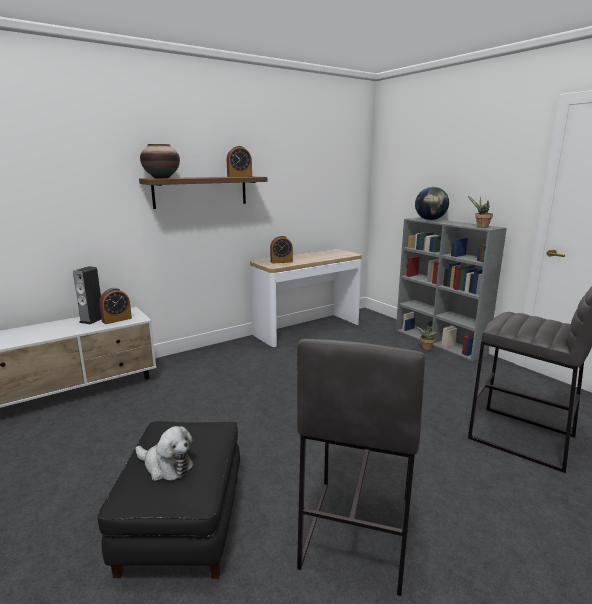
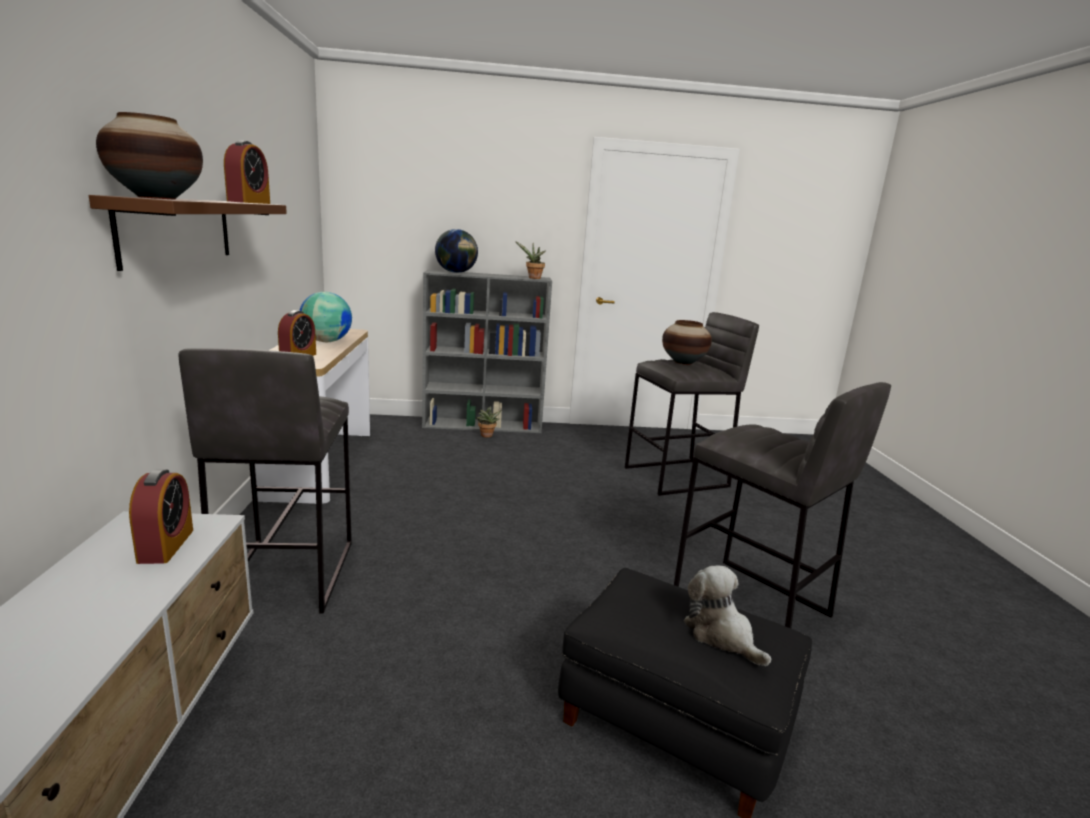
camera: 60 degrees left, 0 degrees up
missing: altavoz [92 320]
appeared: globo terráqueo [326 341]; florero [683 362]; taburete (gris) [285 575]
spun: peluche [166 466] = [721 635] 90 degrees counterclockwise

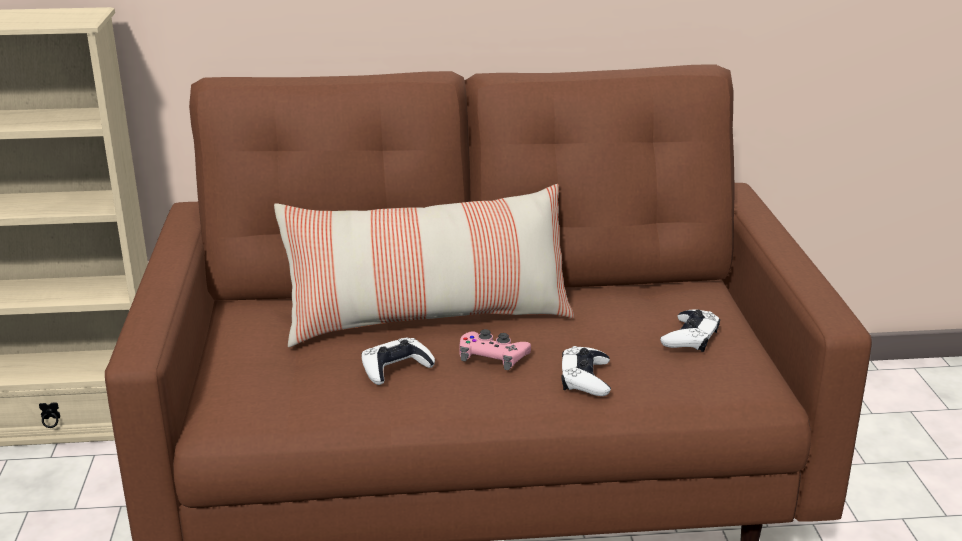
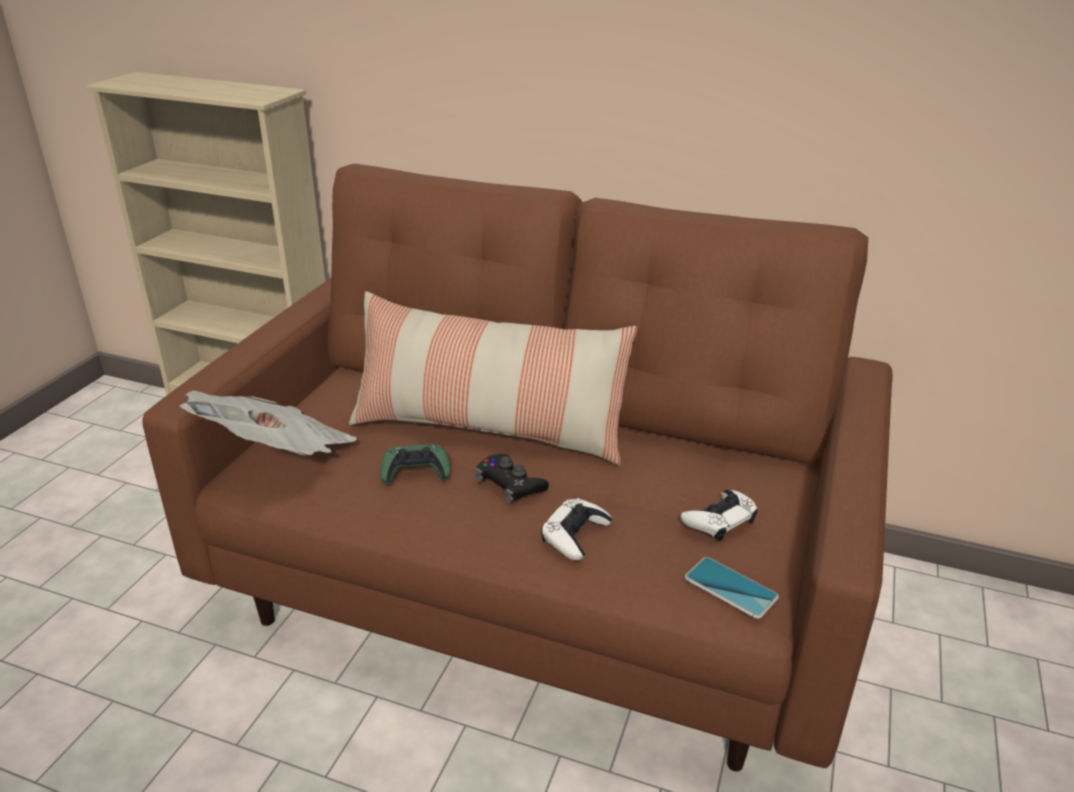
camera: 25 degrees right, 5 degrees up
appeared: periódico [278 455]; móvil [730 588]
colour: mando de consola (rosa) [493 356] to mando de consola (negro) [510 484]; mando de consola (blanco) [395 368] to mando de consola (verde) [415 471]

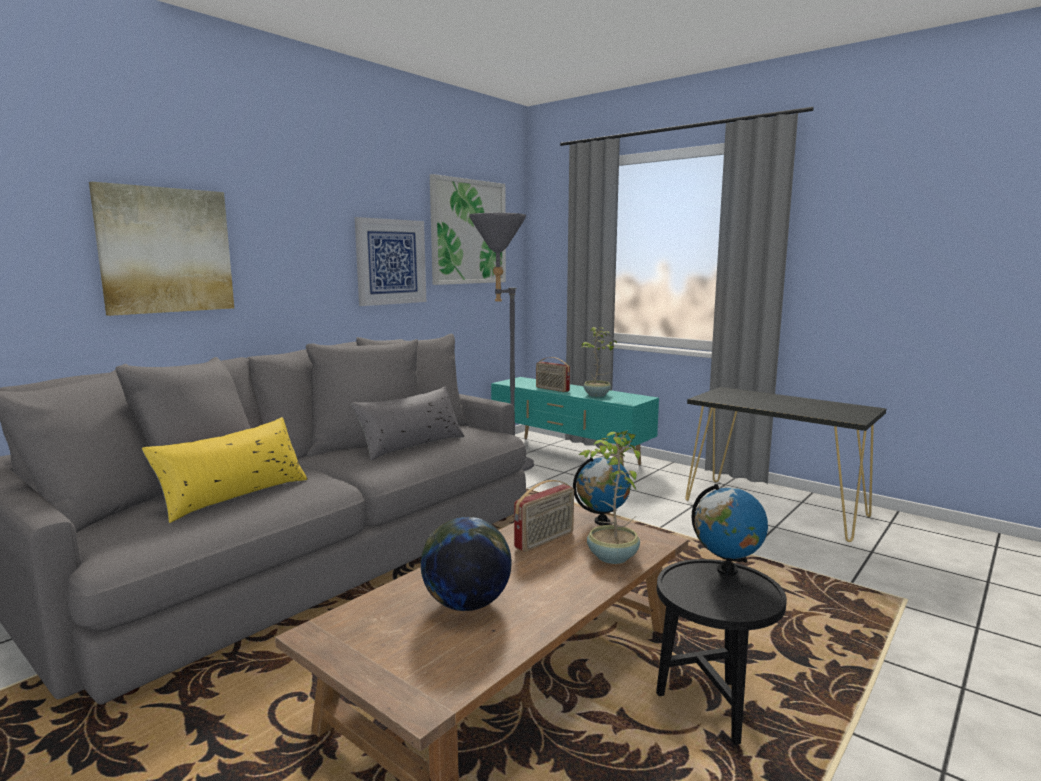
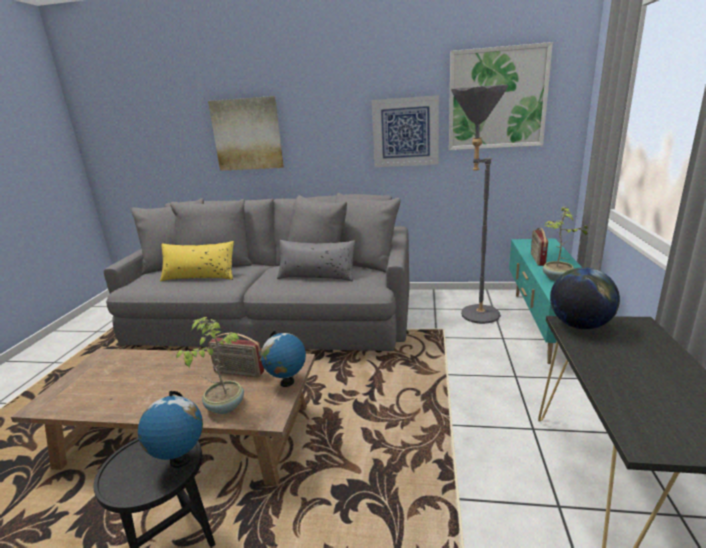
camera: 60 degrees right, 10 degrees up
relocated: globo terráqueo [467 604] to [579 325]

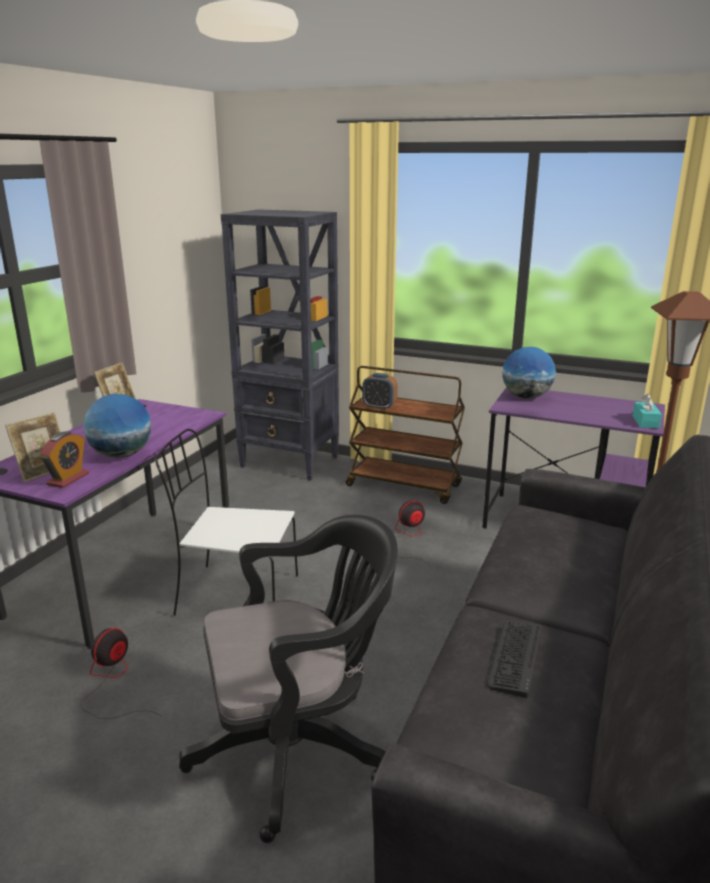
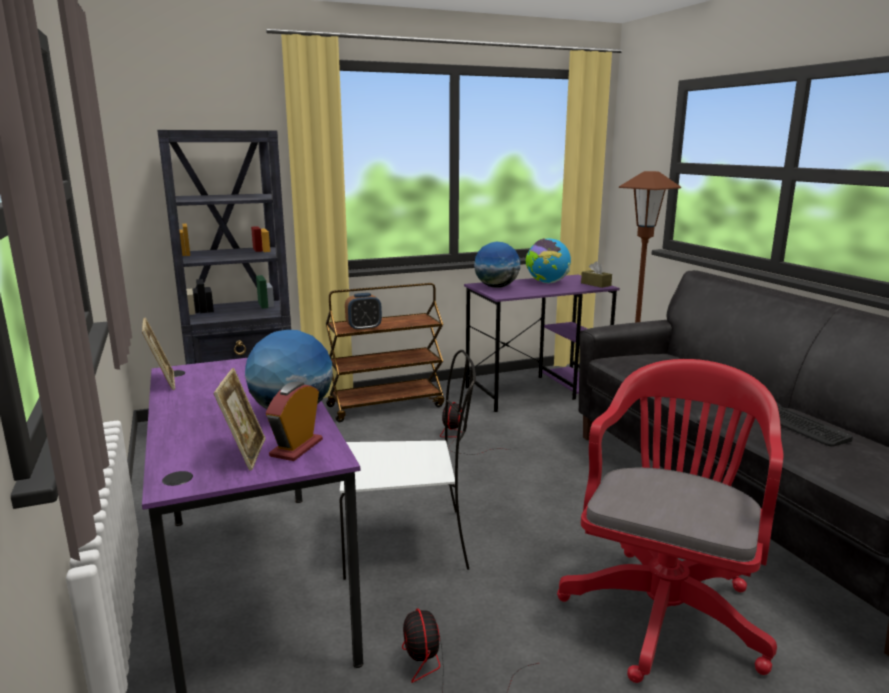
camera: 45 degrees left, 5 degrees down
appeared: globo terráqueo [547 283]
colour: caja de pañuelos (turquesa) [645 422] to caja de pañuelos (marrón) [596 284]; silla de oficina (negro) [298 749] to silla de oficina (rojo) [665 608]
spun: silla (blanco) [235 595] = [408 543] 150 degrees counterclockwise; despertador [68 479] = [296 448] 135 degrees counterclockwise

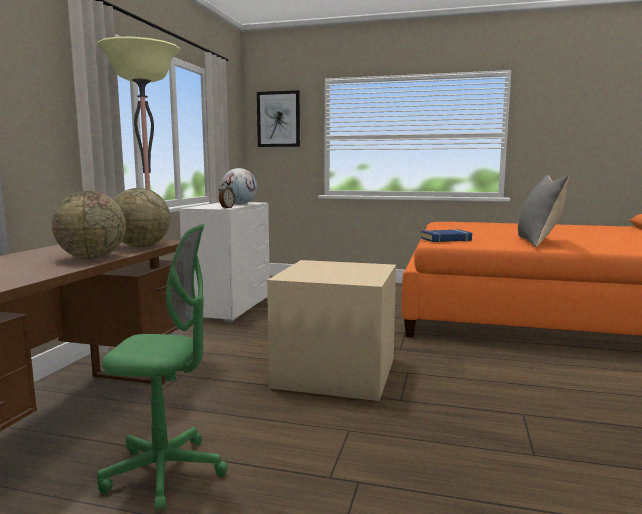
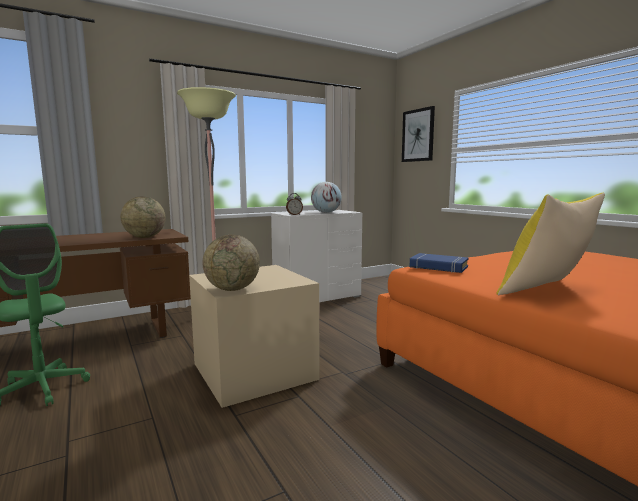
camera: 45 degrees right, 0 degrees up
relocated: globo terráqueo [92 258] to [232 289]
colour: cojín (gris) [538 242] to cojín (amarillo) [546 290]

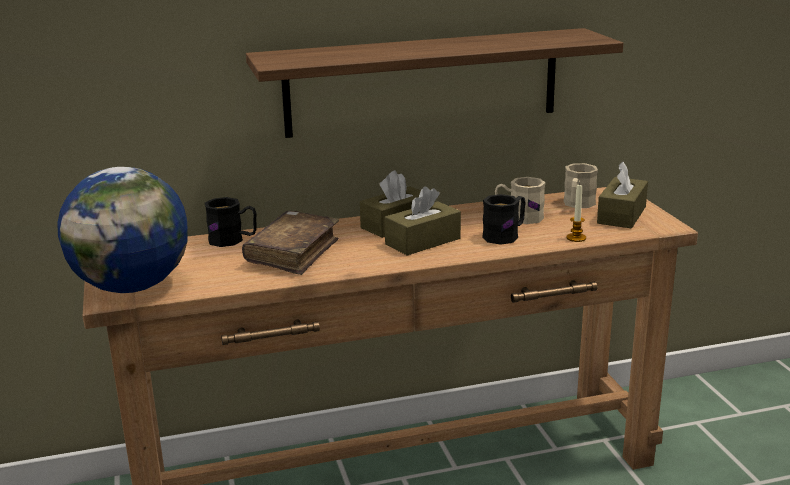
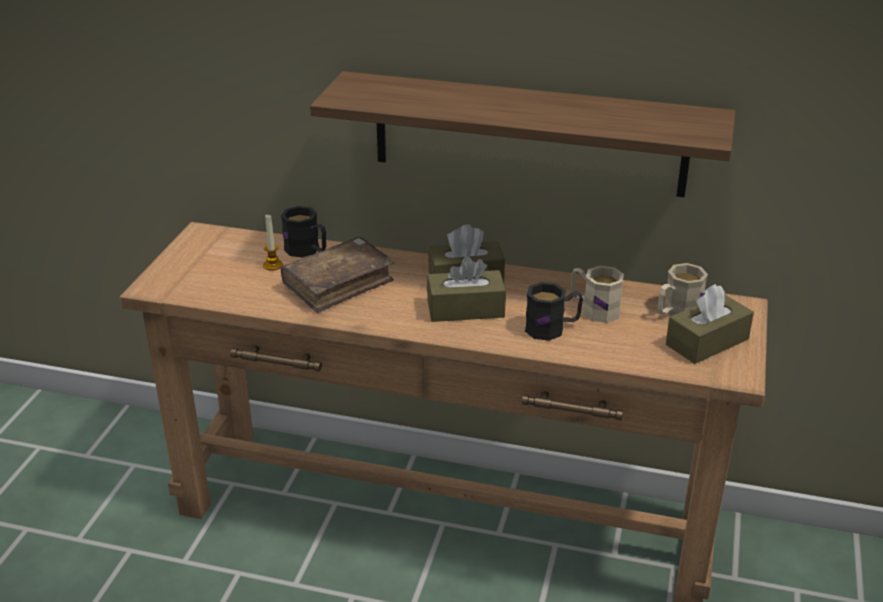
camera: 30 degrees right, 10 degrees up
missing: globo terráqueo [132 287]
relocated: vela [576 238] to [273 265]

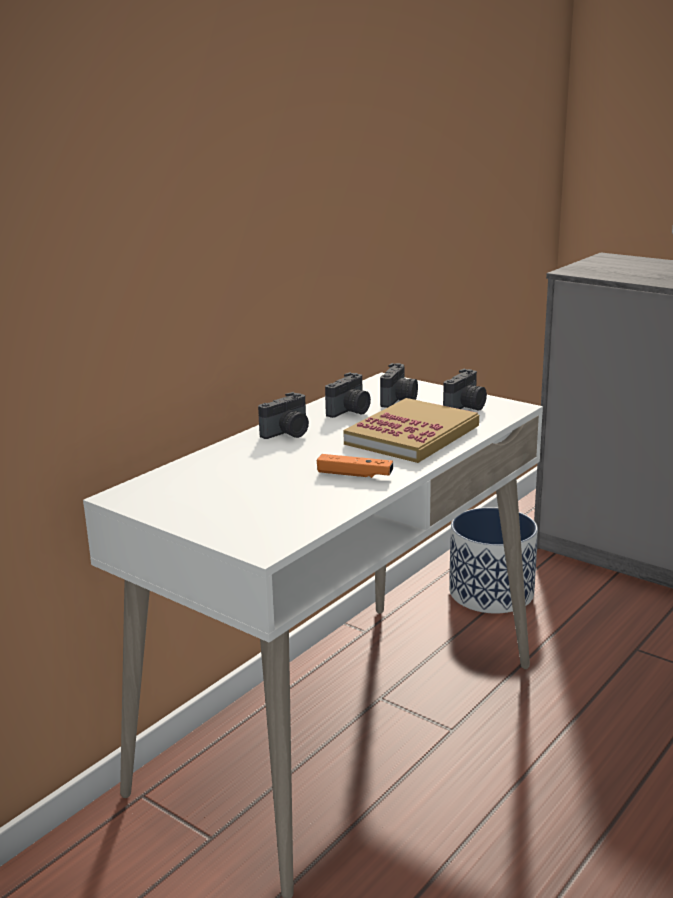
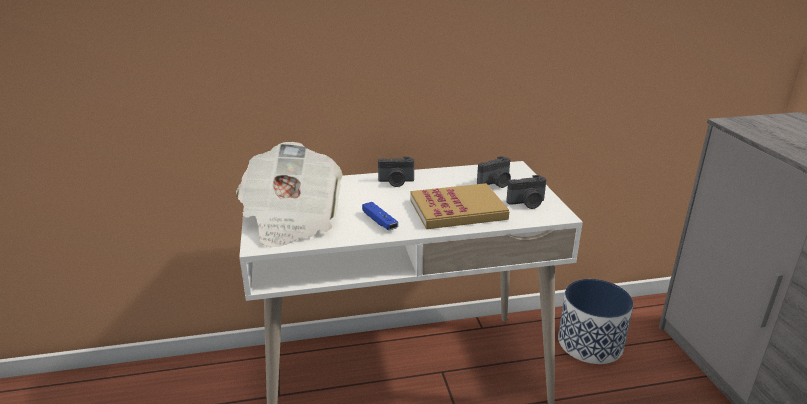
camera: 40 degrees right, 5 degrees up
missing: cámara [350 411]
appeared: periódico [291 219]
colour: mando de consola (naranja) [354 474] to mando de consola (azul) [379 222]

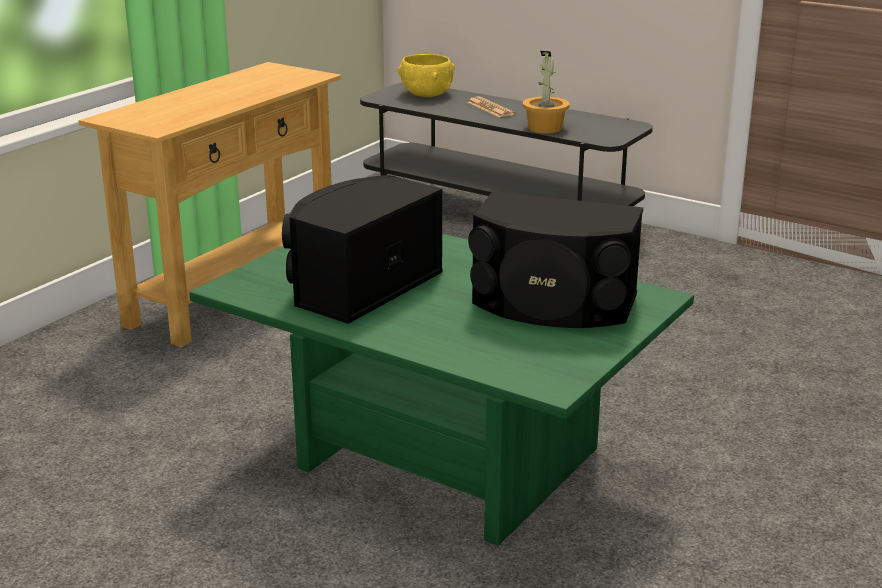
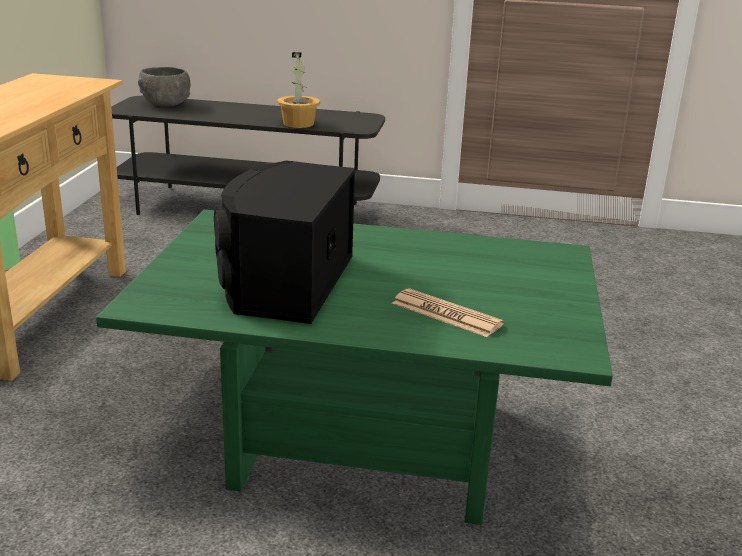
camera: 25 degrees left, 0 degrees up
missing: altavoz (negro) [552 304]
relocated: periódico [490 108] to [446 314]
colour: cuenco (amarillo) [426 94] to cuenco (gris) [165 104]

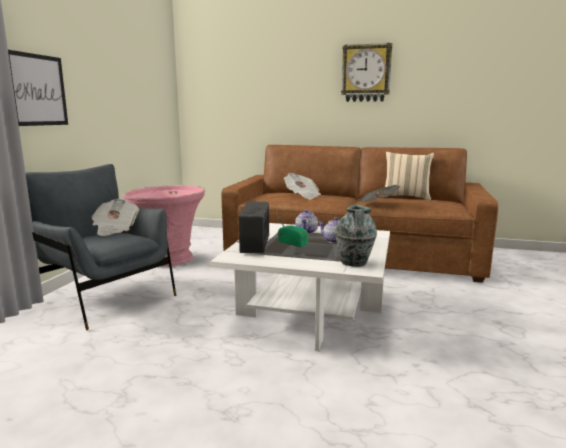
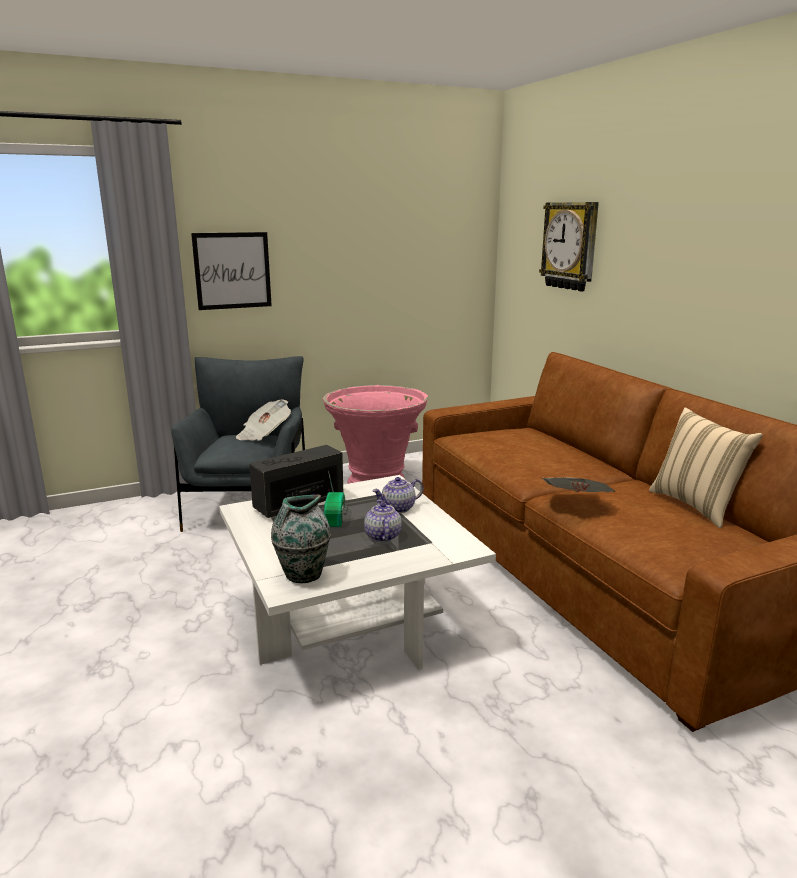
camera: 50 degrees right, 5 degrees up
missing: periódico [302 196]
relocated: reloj de pared [366 73] to [570 246]

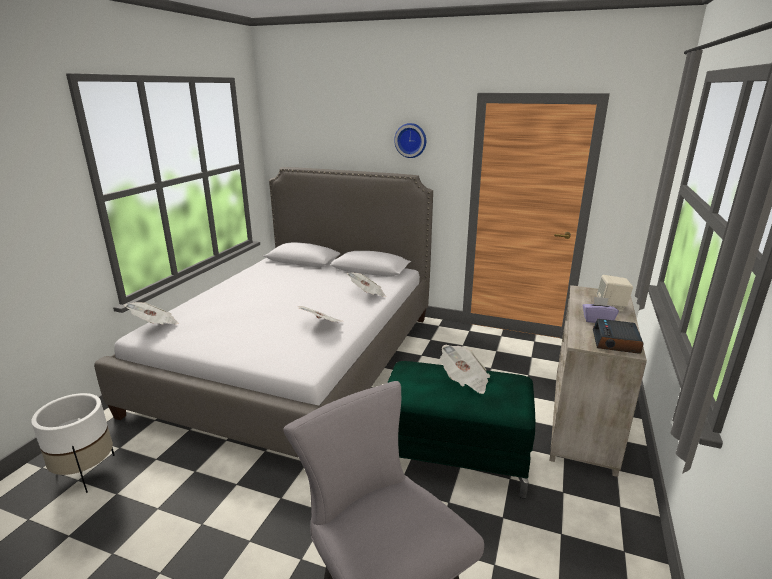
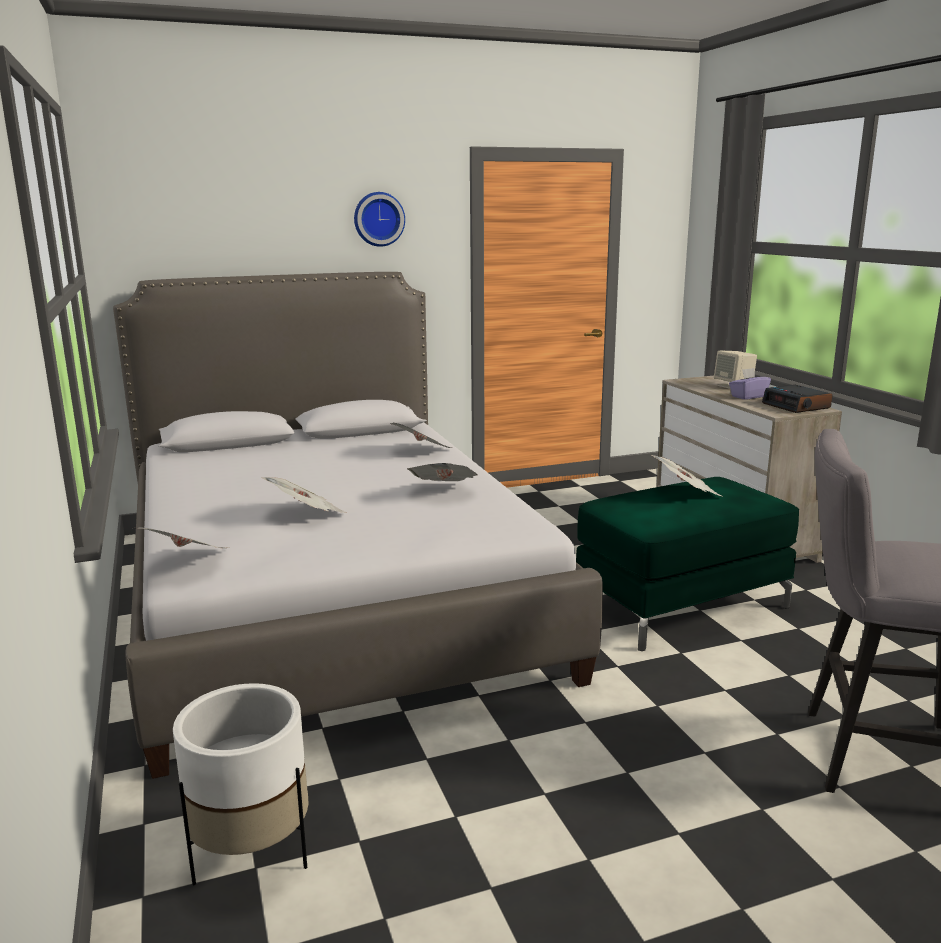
camera: 40 degrees left, 5 degrees down
appeared: periódico [306 515]

